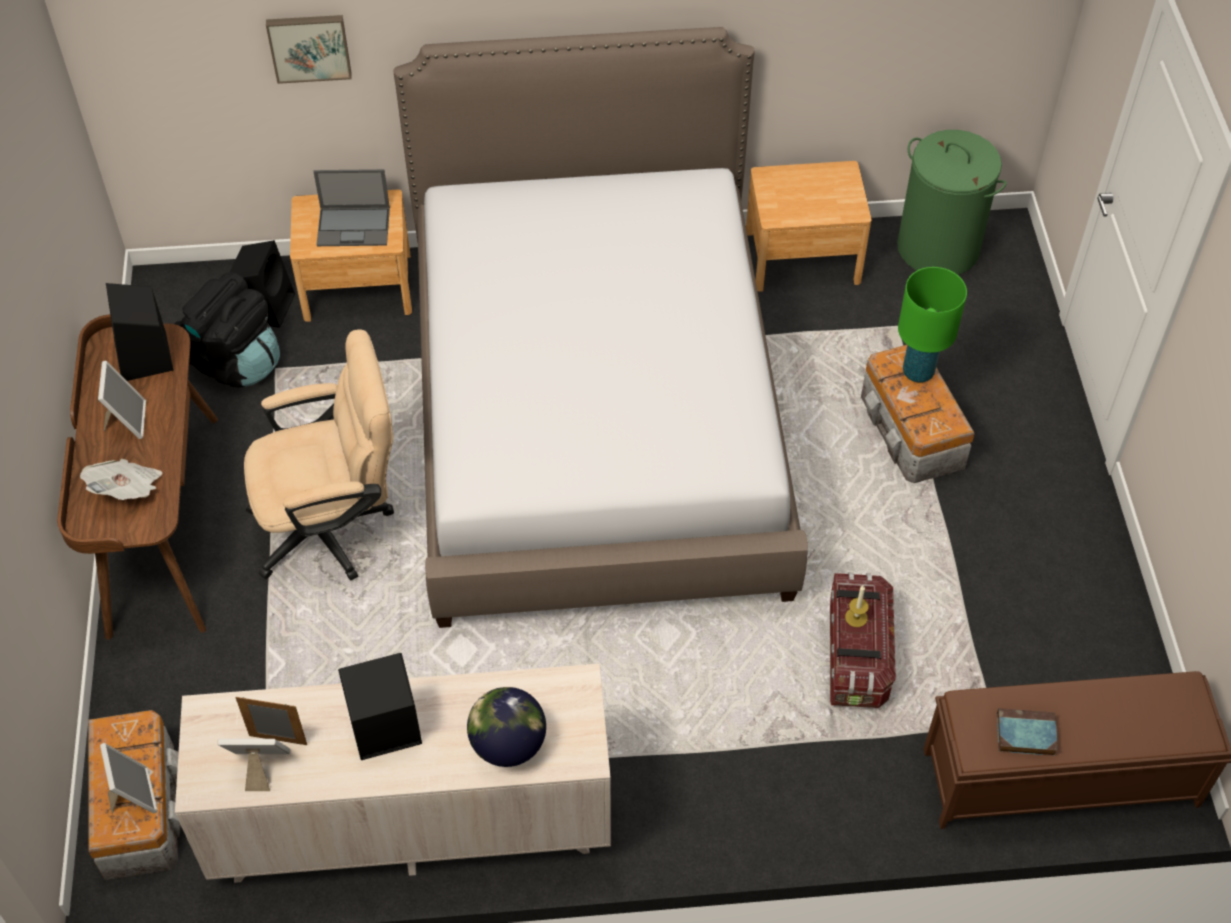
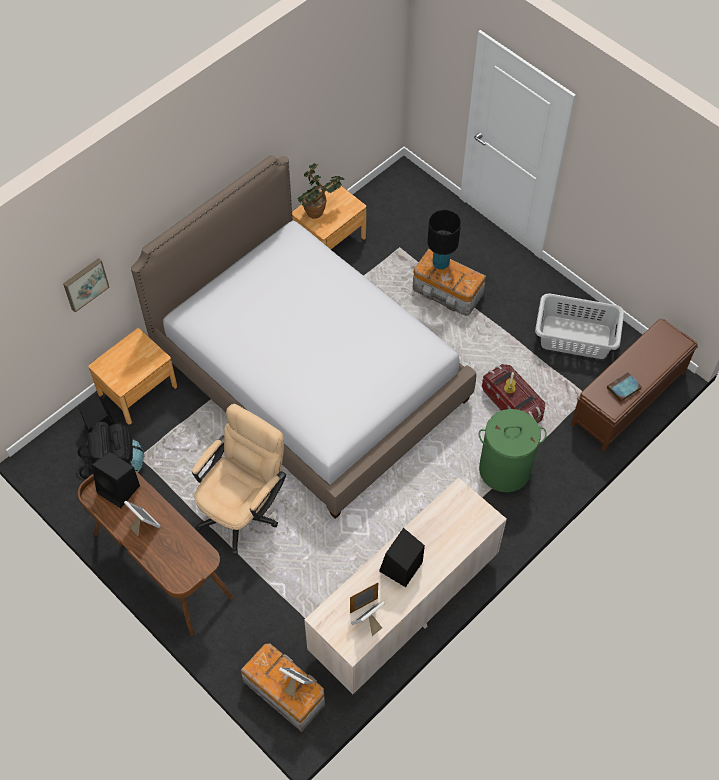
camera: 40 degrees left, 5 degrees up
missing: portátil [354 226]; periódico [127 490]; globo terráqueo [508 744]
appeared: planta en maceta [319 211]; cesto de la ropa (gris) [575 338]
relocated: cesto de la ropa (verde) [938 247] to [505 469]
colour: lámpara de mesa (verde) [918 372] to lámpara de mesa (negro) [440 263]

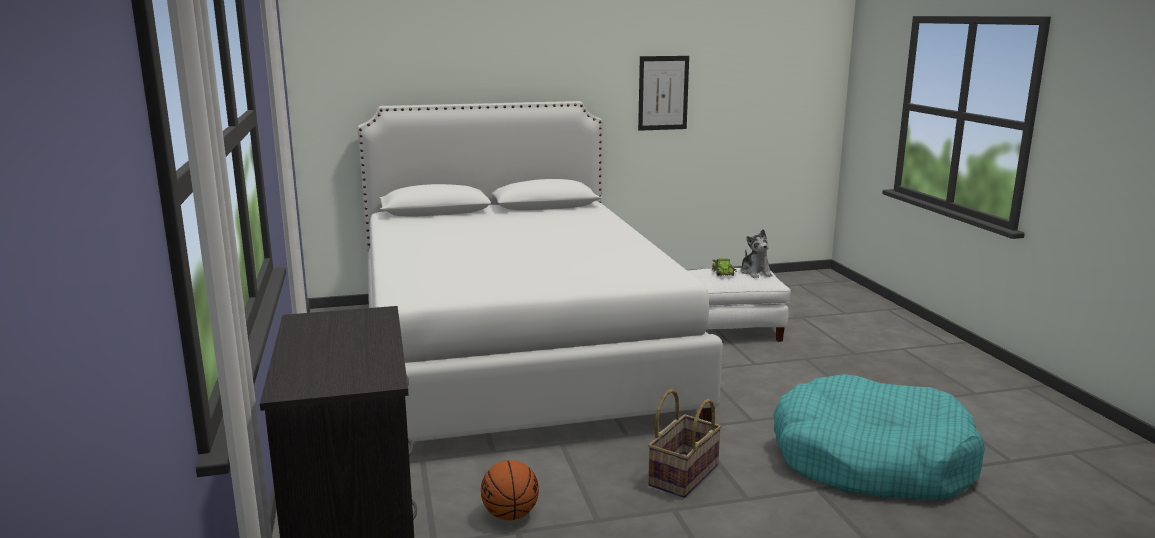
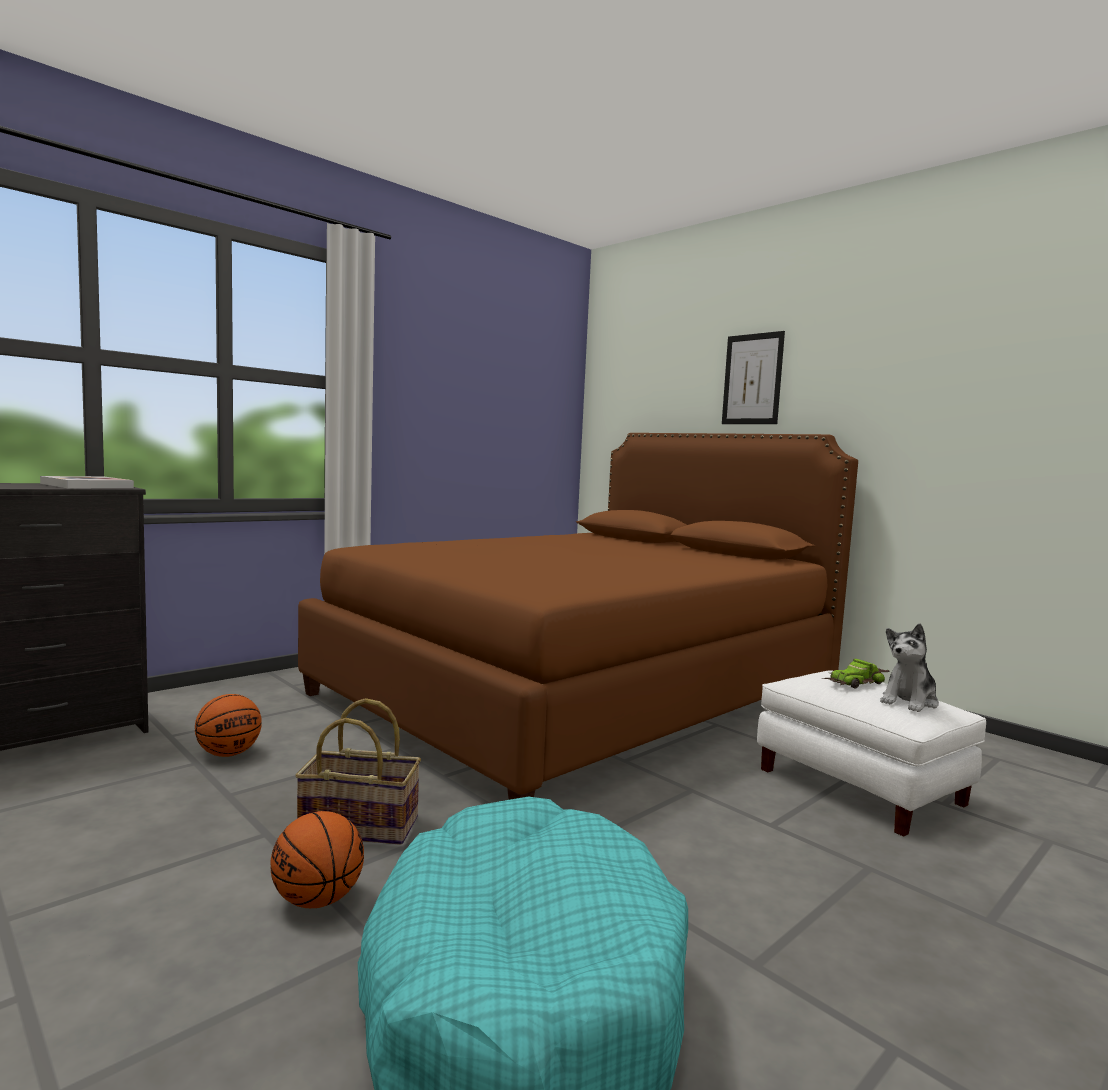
camera: 60 degrees right, 10 degrees down
appeared: libro [87 486]; balón de baloncesto [318 899]
relocated: cuadro [663 93] to [752 379]
colour: cama (blanco) [514 356] to cama (marrón) [581 693]

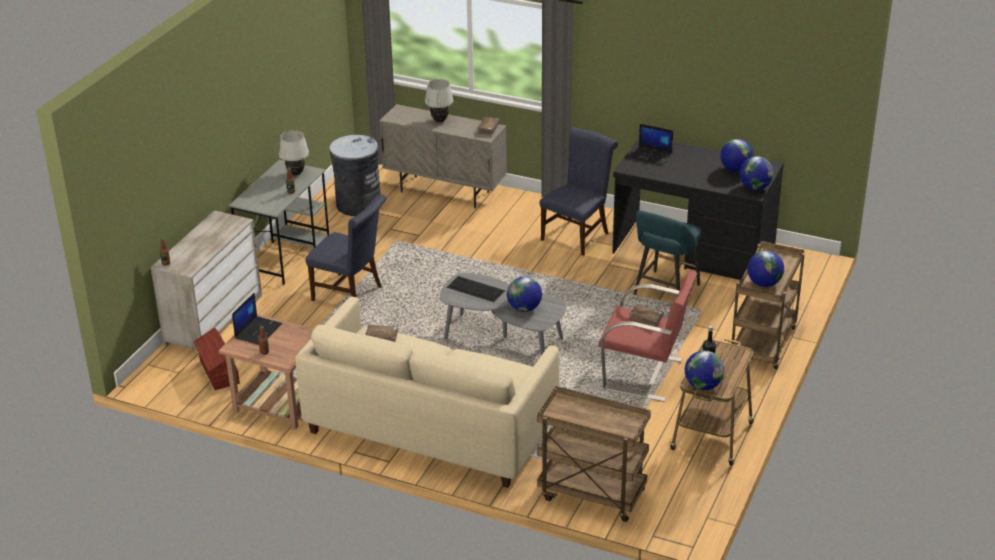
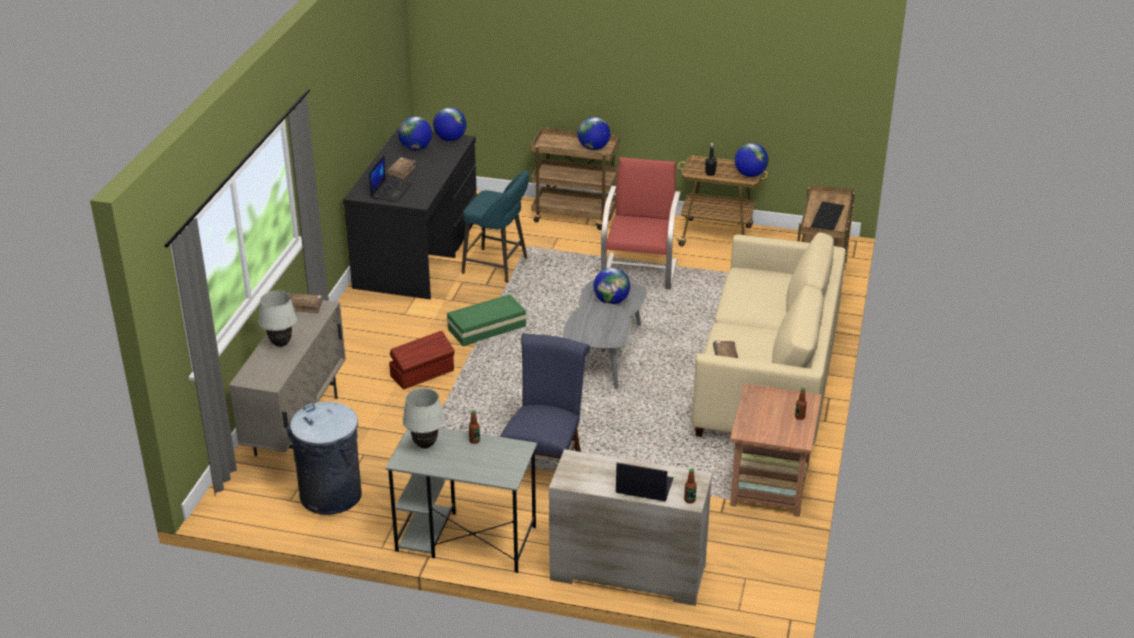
camera: 100 degrees left, 0 degrees up
missing: silla (azul) [577 235]
appeared: caja de almacenaje (verde) [485 328]
relocated: teclado [475 289] to [827 216]; portátil [258 331] to [643 486]; libro (marrón) [646 319] to [401 171]; caja de almacenaje (marrón) [218 372] to [423 373]

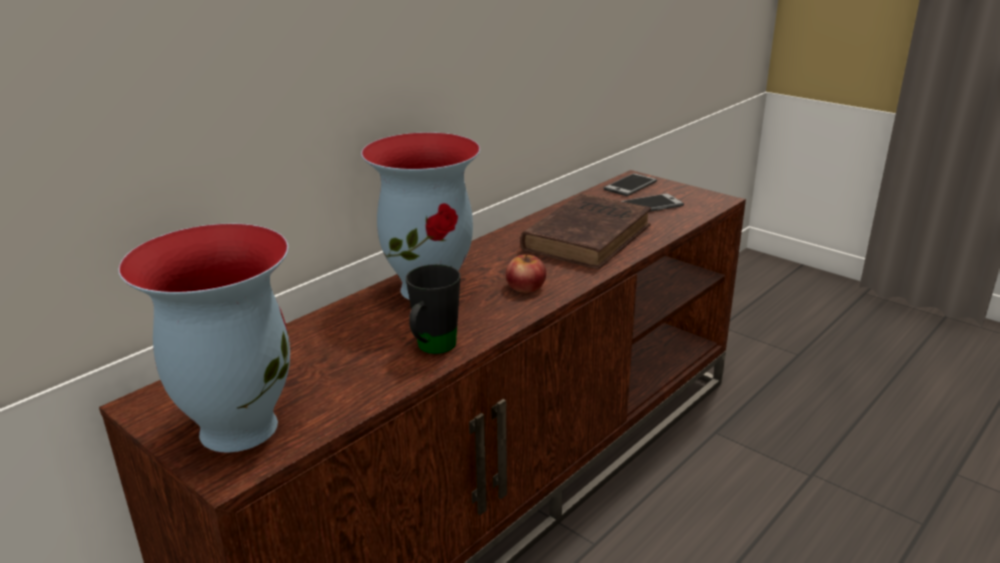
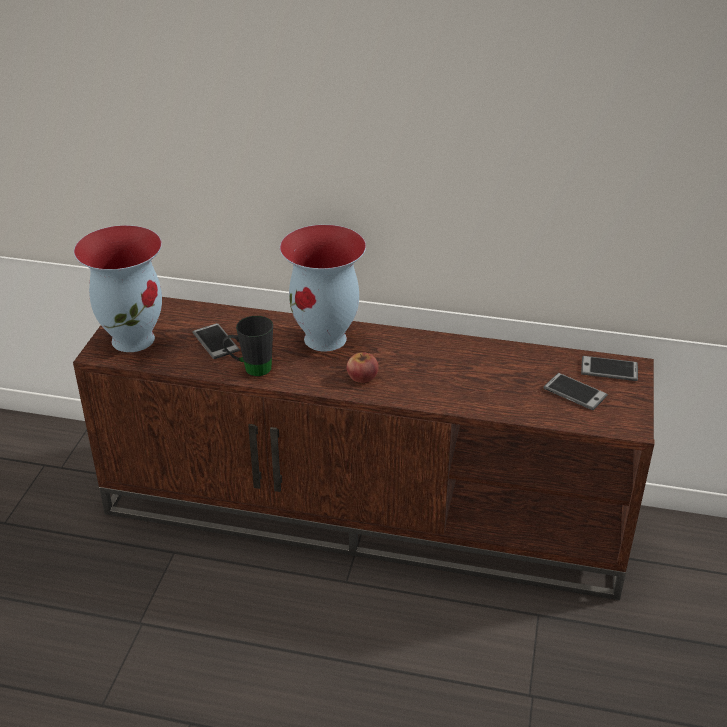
camera: 60 degrees right, 10 degrees up
missing: libro (marrón) [589 236]
appeared: móvil [215 342]

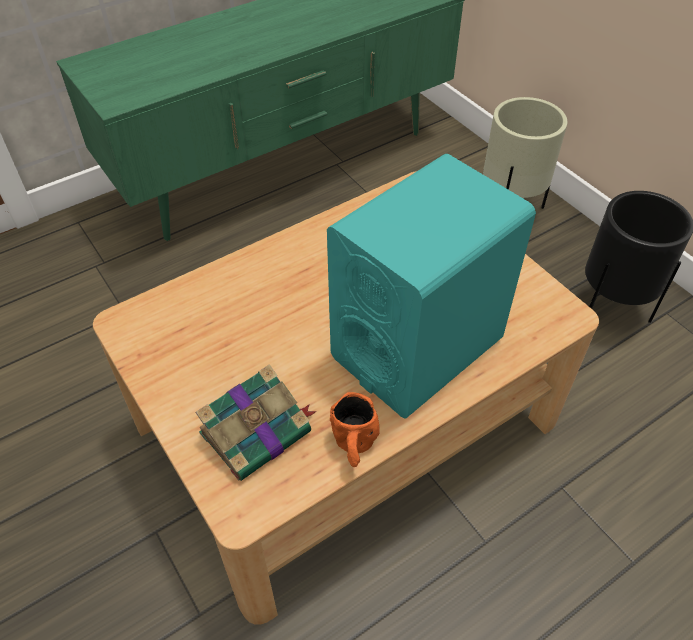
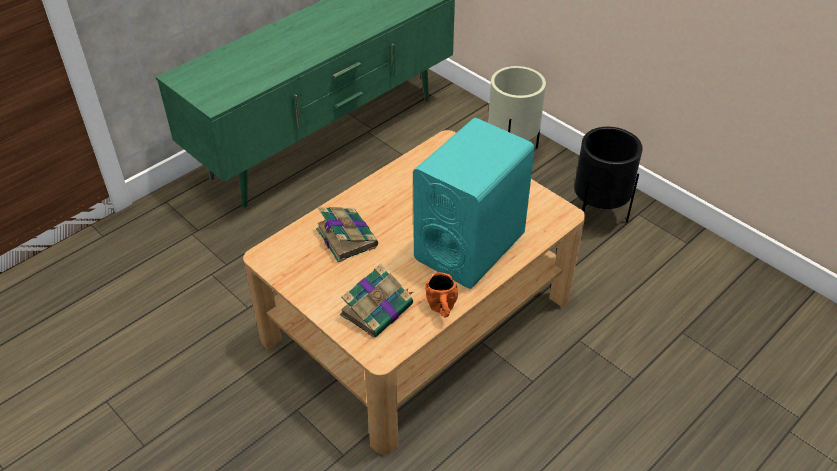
camera: 10 degrees left, 5 degrees down
appeared: libro [346 237]

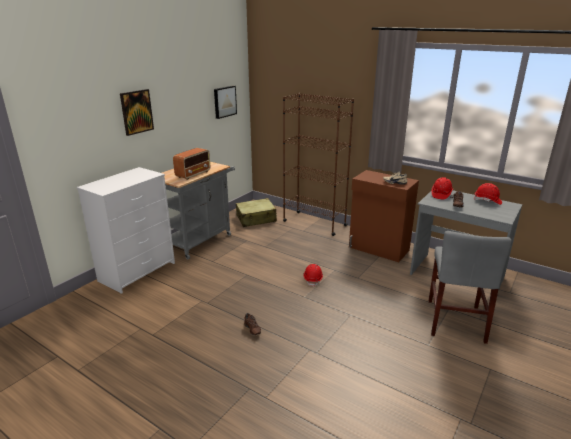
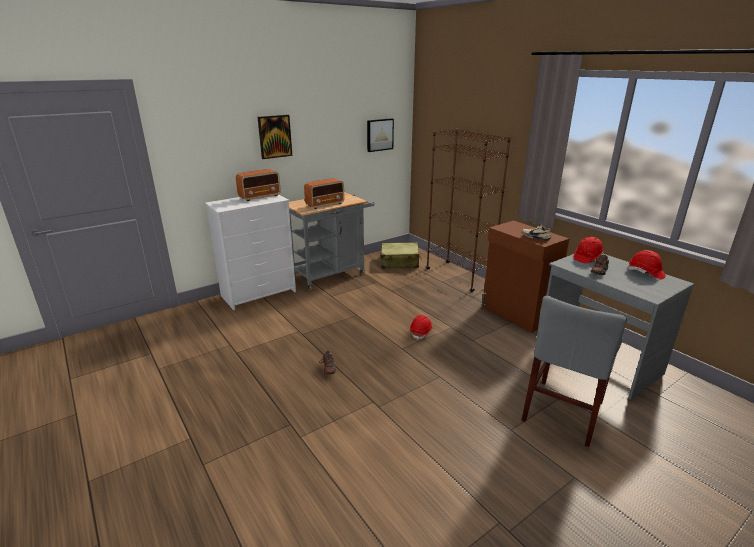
camera: 20 degrees right, 0 degrees up
appeared: radio [260 197]

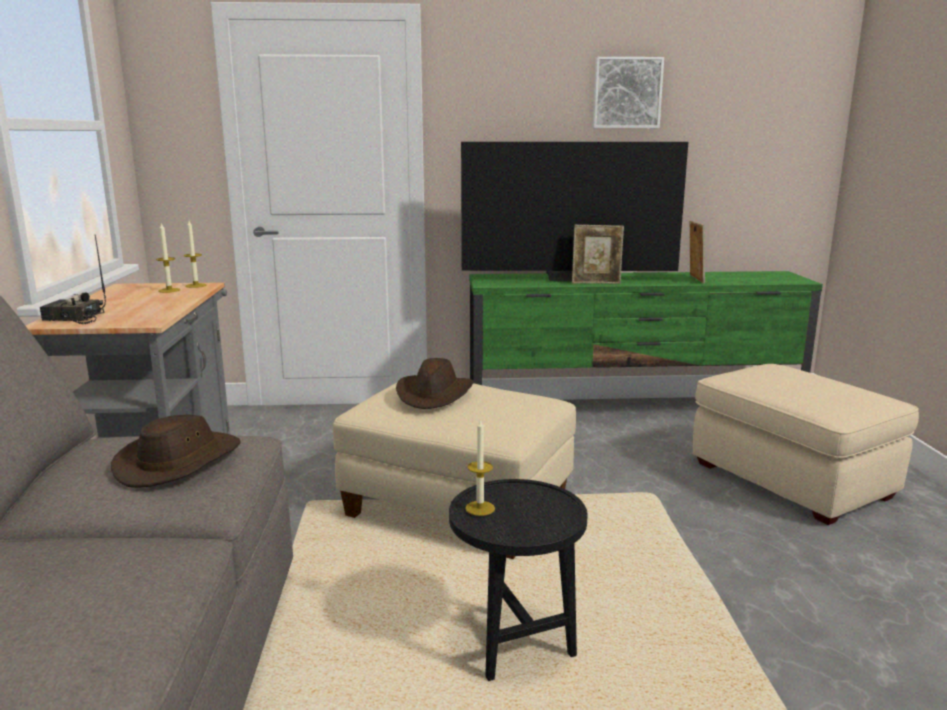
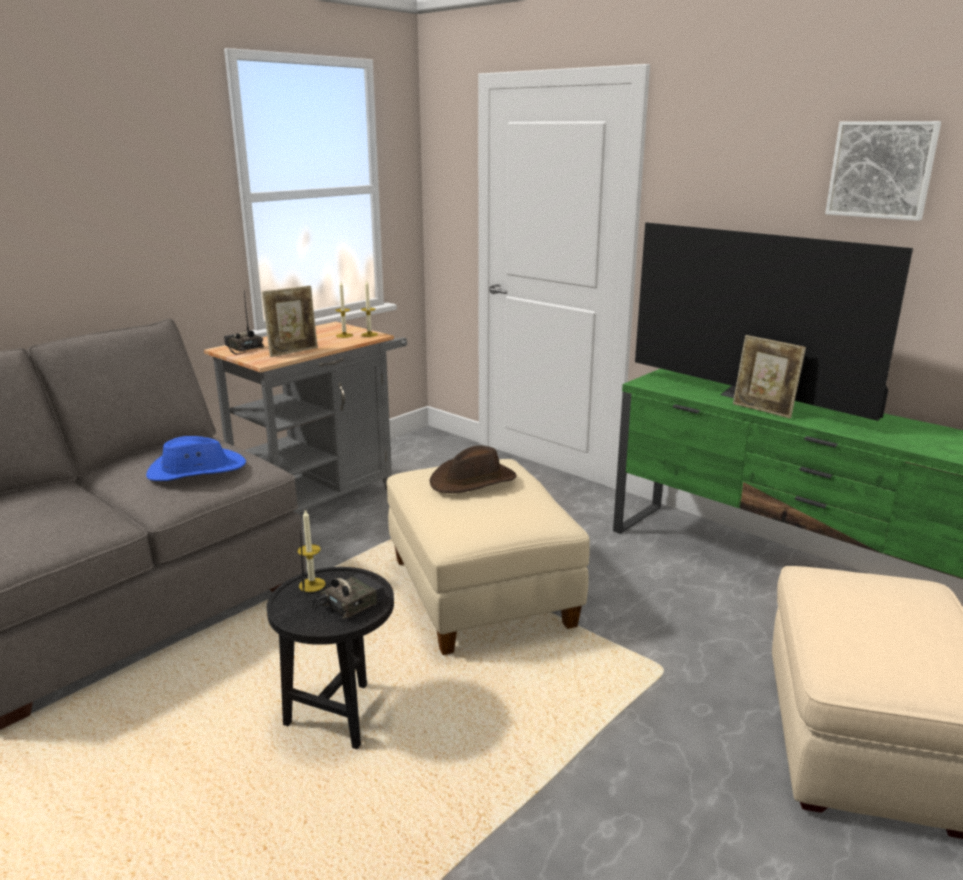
camera: 45 degrees right, 5 degrees up
appeared: radio [348 602]
relocated: portarretratos [694 279] to [293 352]
colour: sombrero (marrón) [179 462] to sombrero (azul) [196 470]

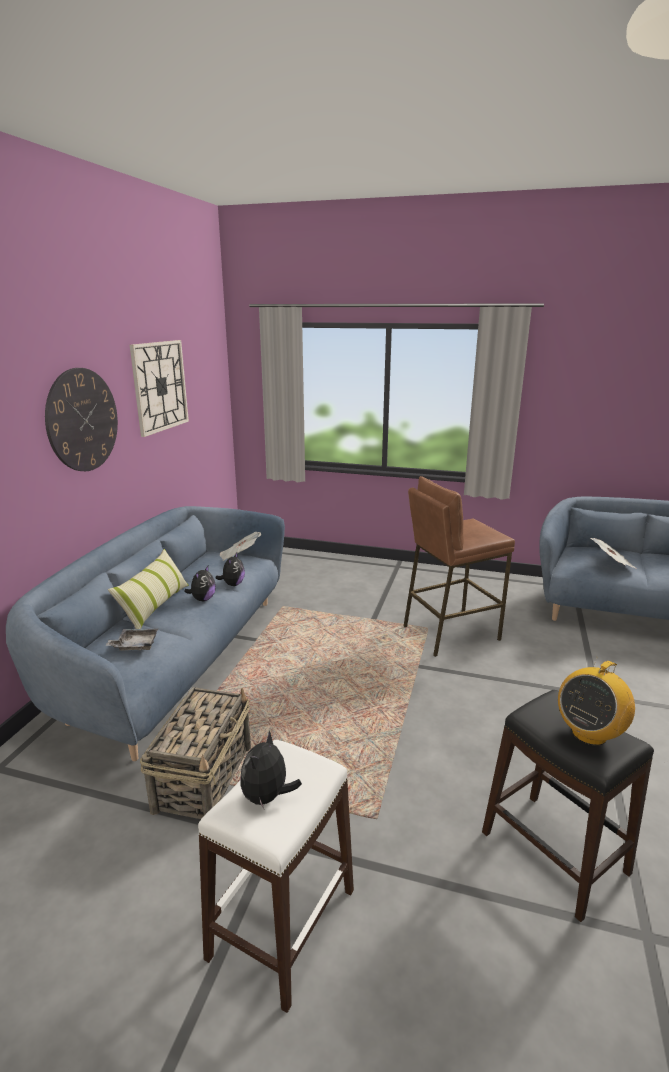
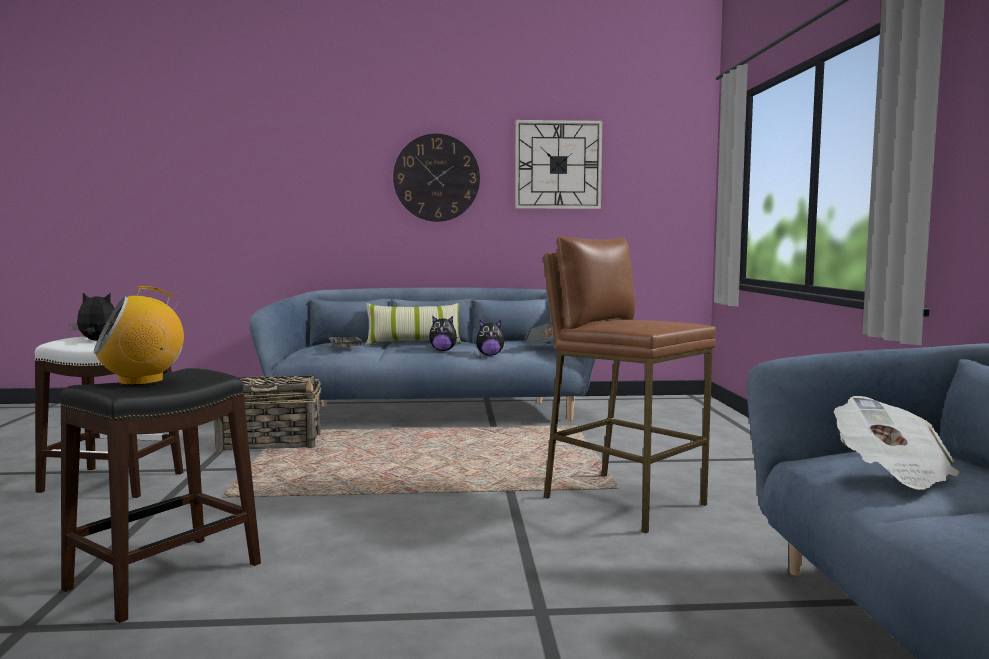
camera: 70 degrees right, 15 degrees down
spun: radio [589 733] = [142 381] 60 degrees counterclockwise

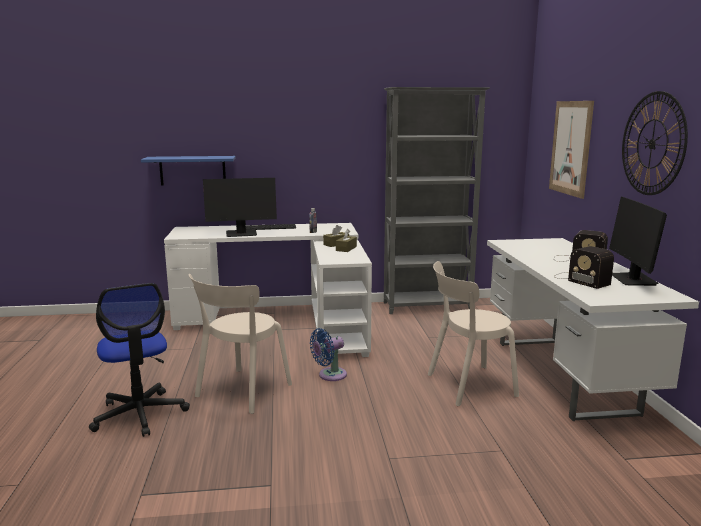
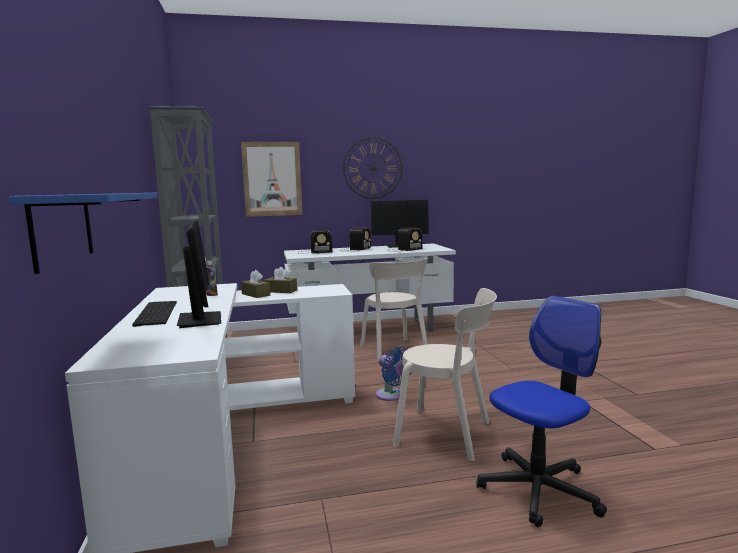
camera: 95 degrees left, 5 degrees down
appeared: radio [313 252]

